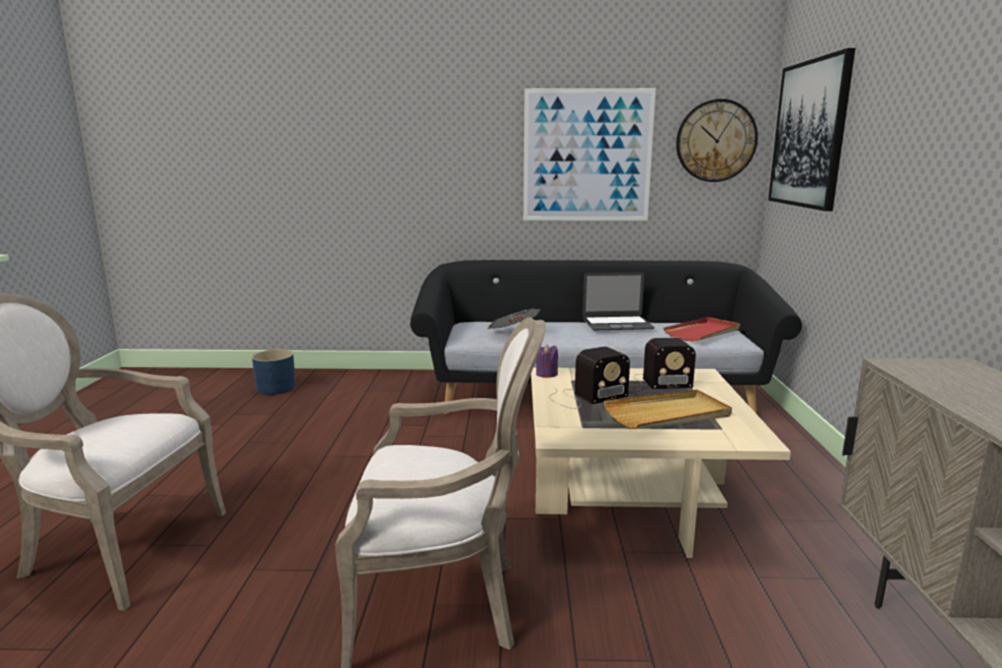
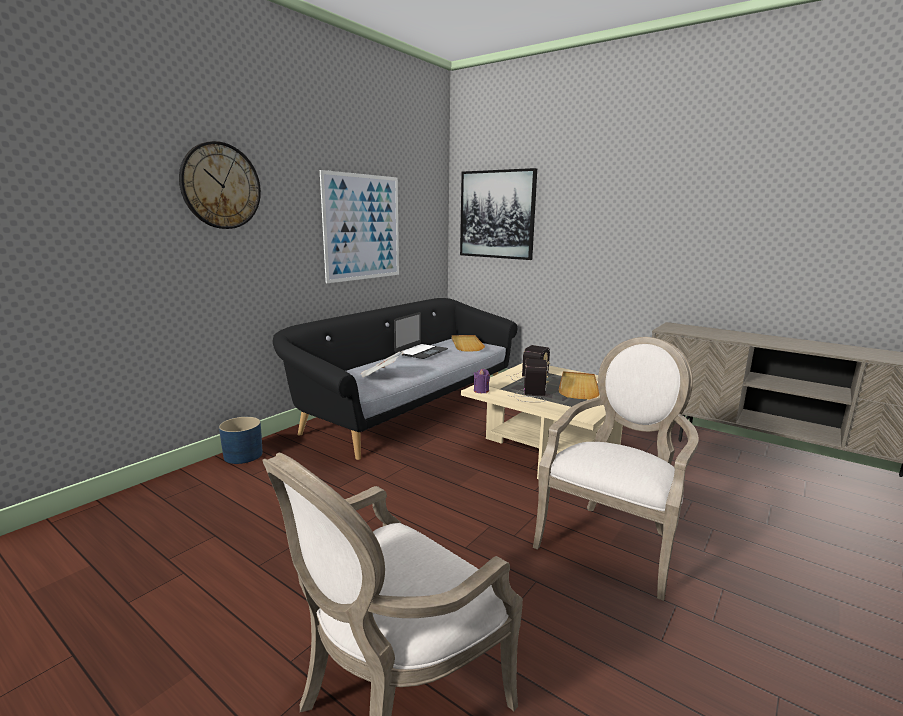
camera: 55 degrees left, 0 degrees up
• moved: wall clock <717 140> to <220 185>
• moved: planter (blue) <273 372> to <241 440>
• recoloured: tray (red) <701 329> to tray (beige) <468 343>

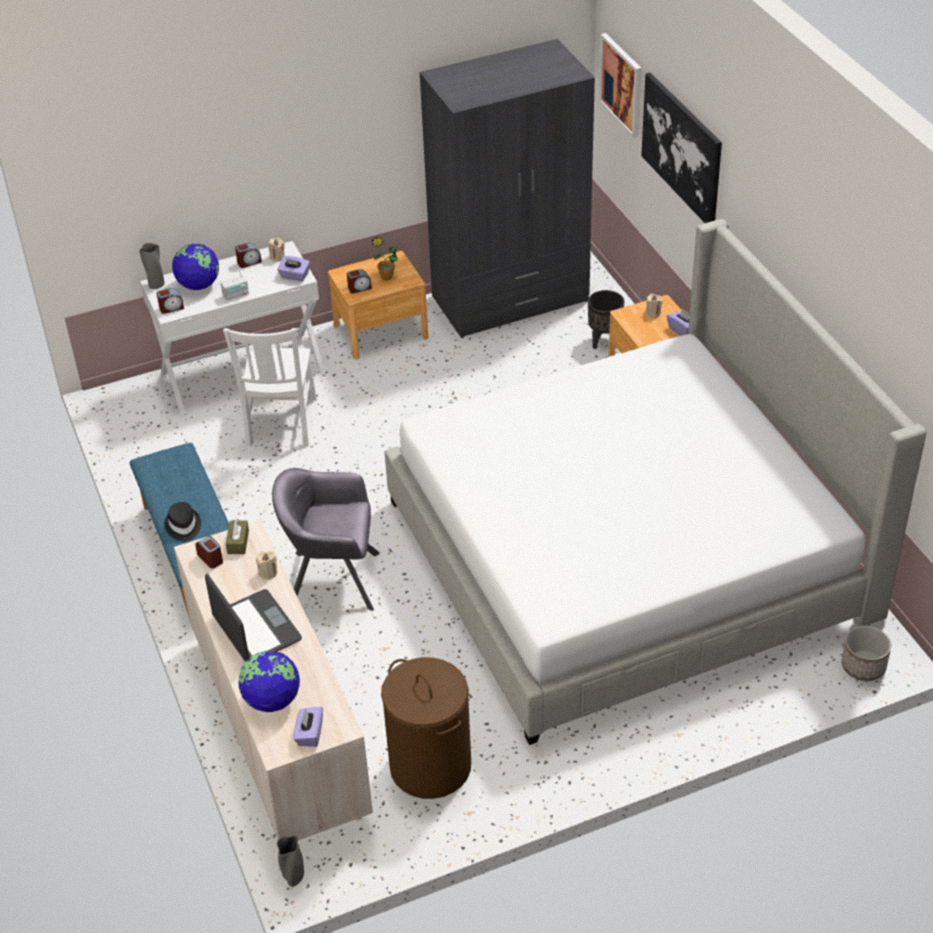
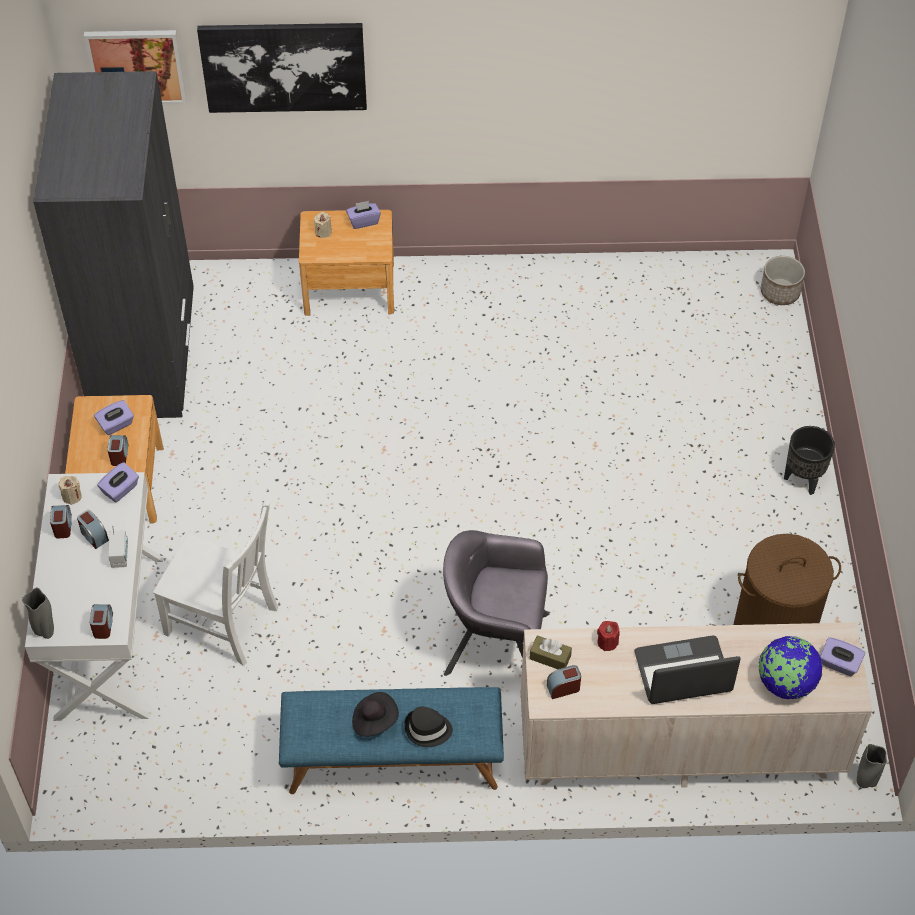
camera: 70 degrees left, 10 degrees up
• added: alarm clock <93 529>
• replaced: potted plant <384 259> to tissue box (purple) <114 417>
• added: hat (black) <375 714>
• turned: armchair (grey) <326 539> = <496 603> 75 degrees clockwise
• recoloured: candle (beige) <266 565> to candle (red) <608 636>
• moved: planter (black) <606 319> to <809 460>
• removed: globe <195 266>
• removed: bed <656 482>

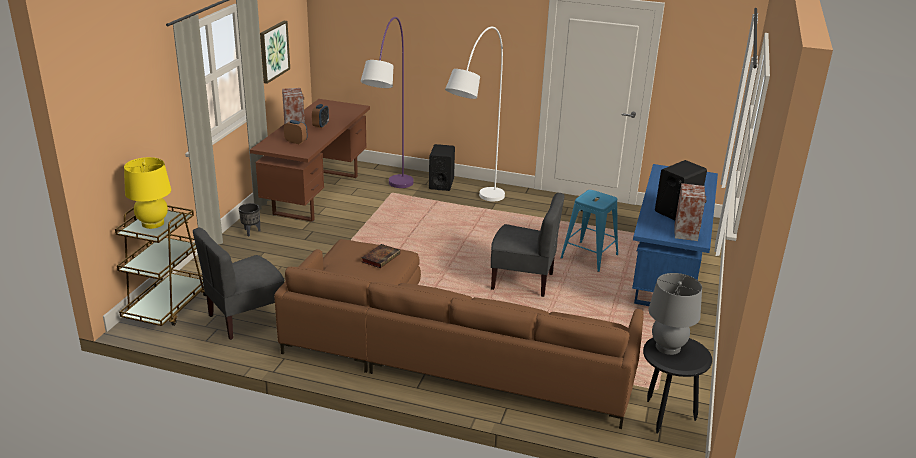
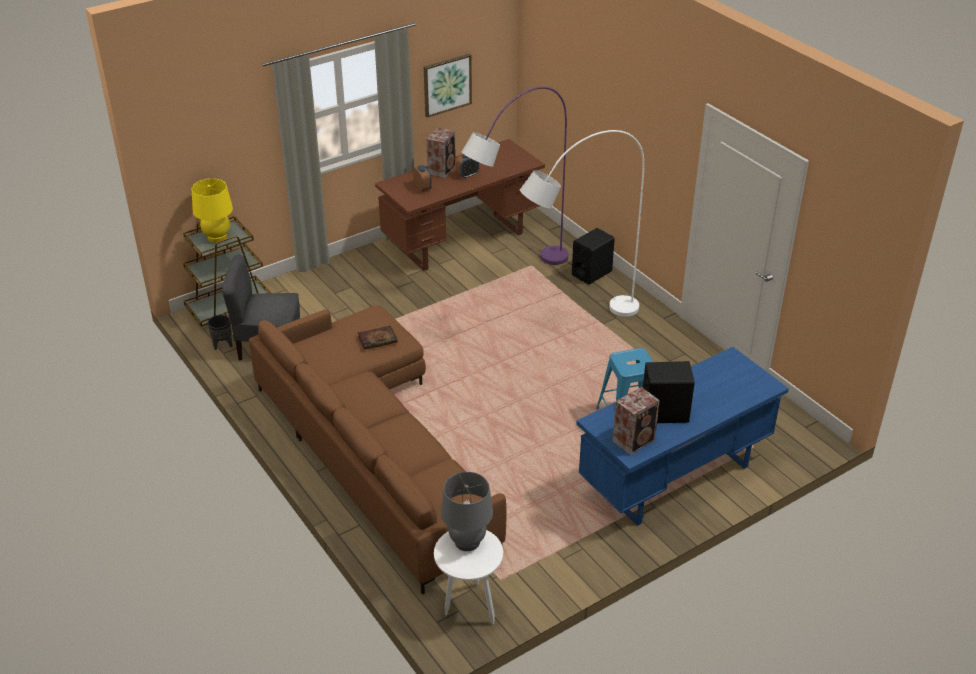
camera: 40 degrees right, 10 degrees up
• moved: planter (black) <249 219> to <220 332>
• recoloured: side table (black) <677 385> to side table (white) <468 577>
• removed: chair (grey) <528 245>

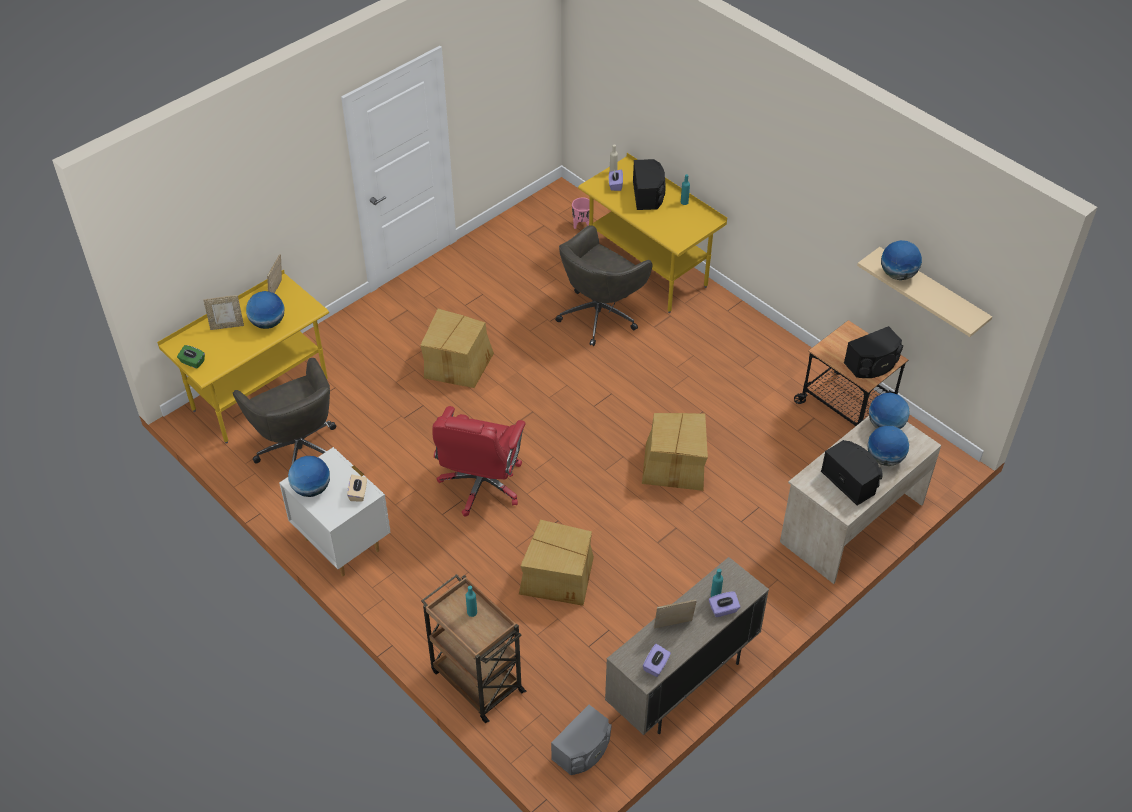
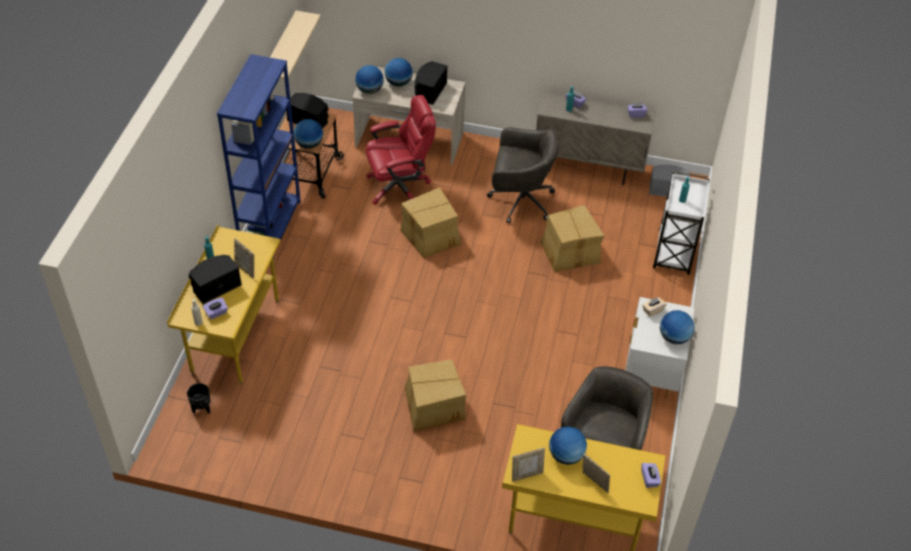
camera: 125 degrees left, 0 degrees up
• recoloured: planter (pink) <581 213> to planter (black) <198 398>
• added: bookcase (blue) <259 156>
• moved: picture frame <675 614> to <244 258>
• moved: globe <901 260> to <308 134>
• moved: office chair (red) <479 461> to <401 150>
• moved: office chair (grey) <604 285> to <523 175>
• recoloured: tissue box (green) <191 357> to tissue box (purple) <651 475>
• recoloured: cart (brown) <473 648> to cart (white) <681 223>

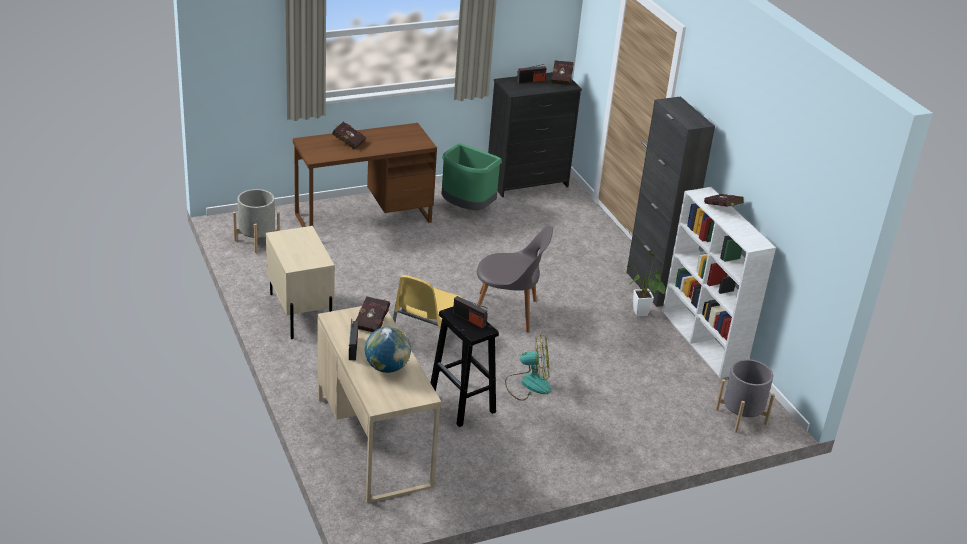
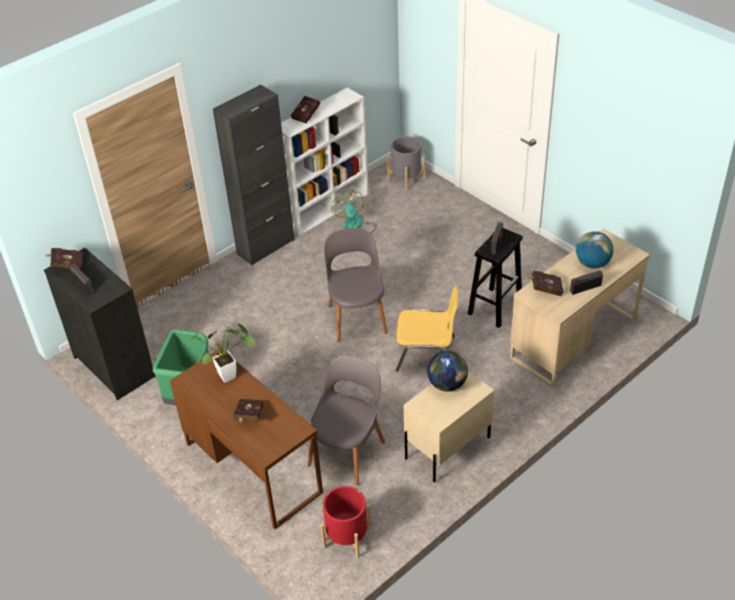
camera: 105 degrees left, 10 degrees up
• moved: potted plant <646 285> to <222 353>
• added: chair (grey) <346 420>
• recoloured: planter (grey) <256 221> to planter (red) <346 522>
• moved: fan <528 367> to <353 211>
• added: globe <447 371>

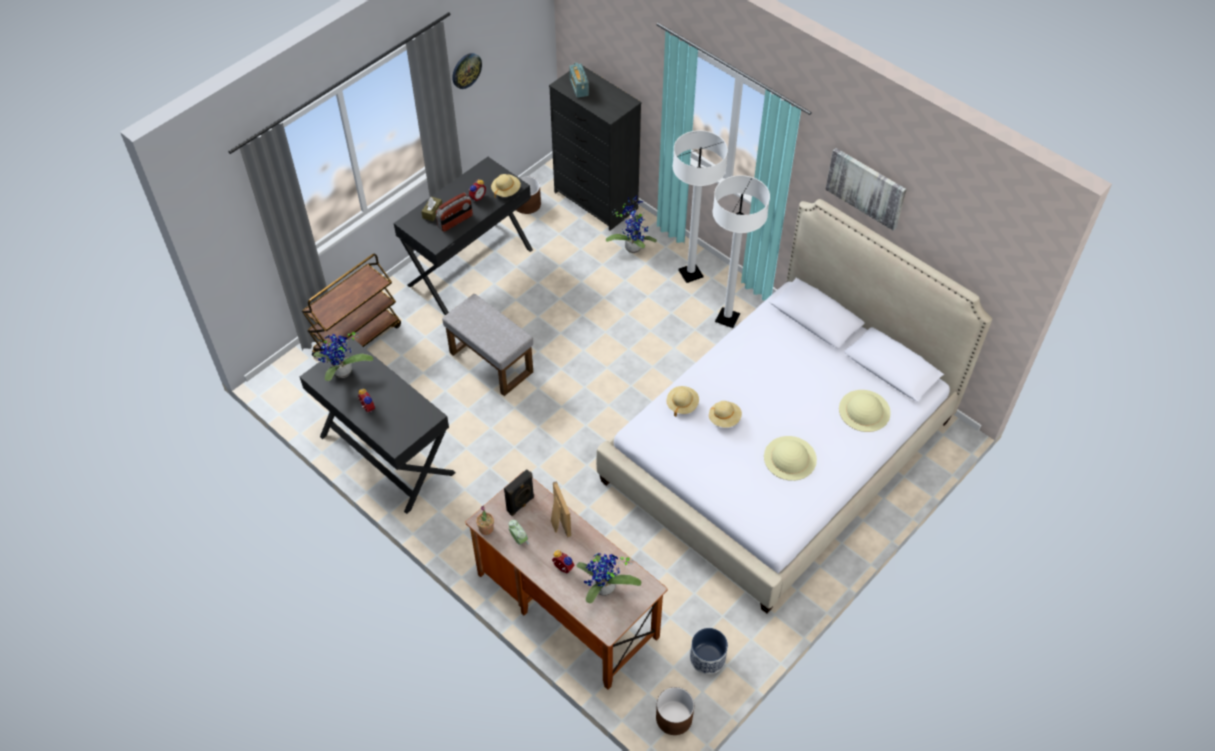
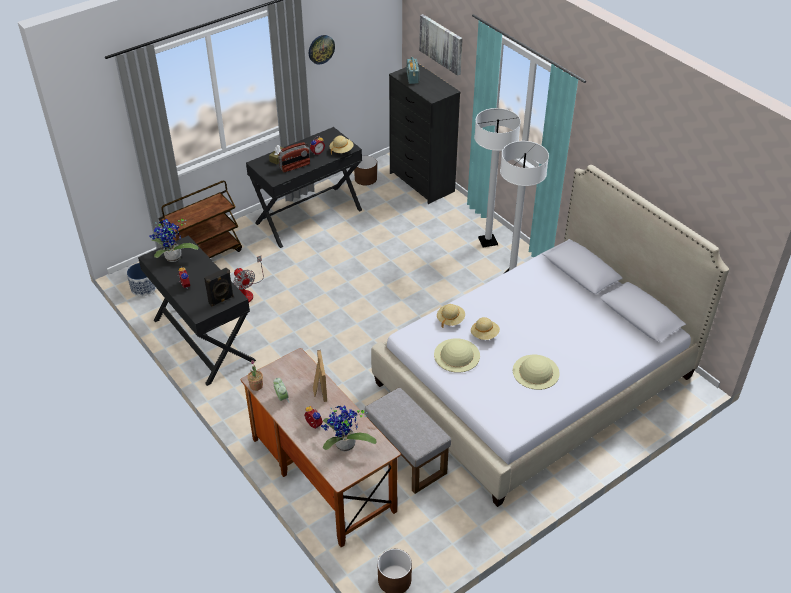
camera: 10 degrees right, 10 degrees down
• moved: planter <709 651> to <141 279>
• moved: speaker (black) <519 492> to <219 287>
• added: fan <249 279>
• moved: ottoman (grey) <487 345> to <408 441>
• moved: picture <866 189> to <441 45>
• moved: hat (beige) <865 411> to <457 355>
• removed: potted plant <631 224>

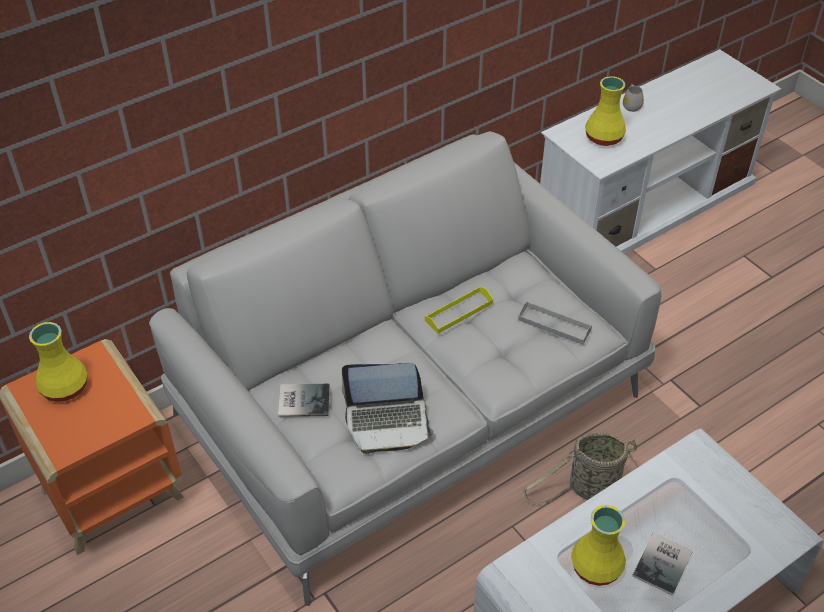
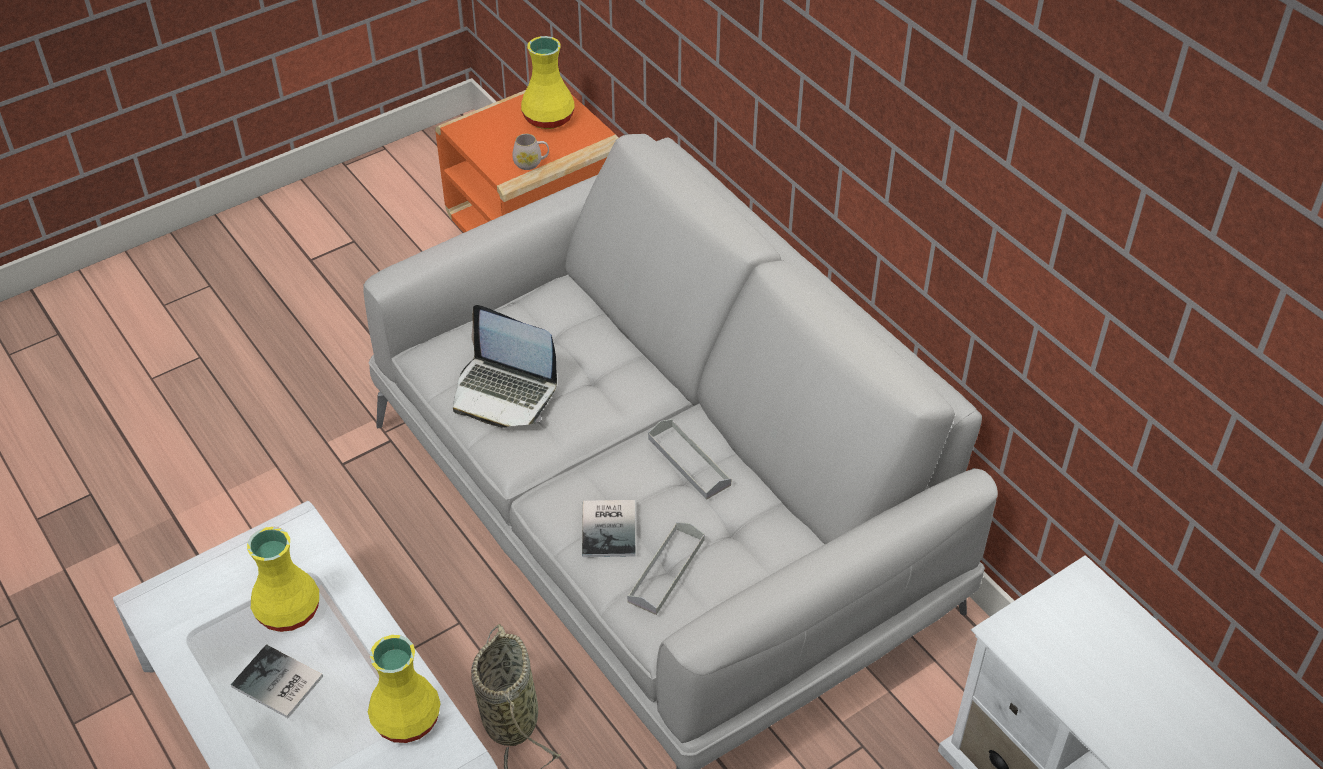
camera: 90 degrees right, 0 degrees up
• moved: vase (yellow) <605 111> to <404 689>
• turned: laptop <388 408> = <505 366> 60 degrees counterclockwise
• moved: mug (white) <633 98> to <530 152>
• moved: book <304 400> to <609 528>
• recoloured: tray (yellow) <459 310> to tray (grey) <689 459>

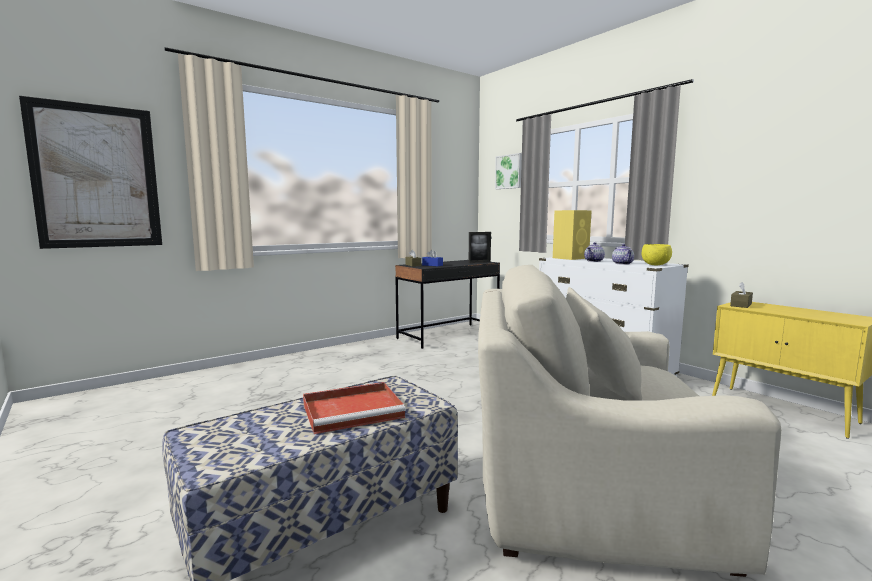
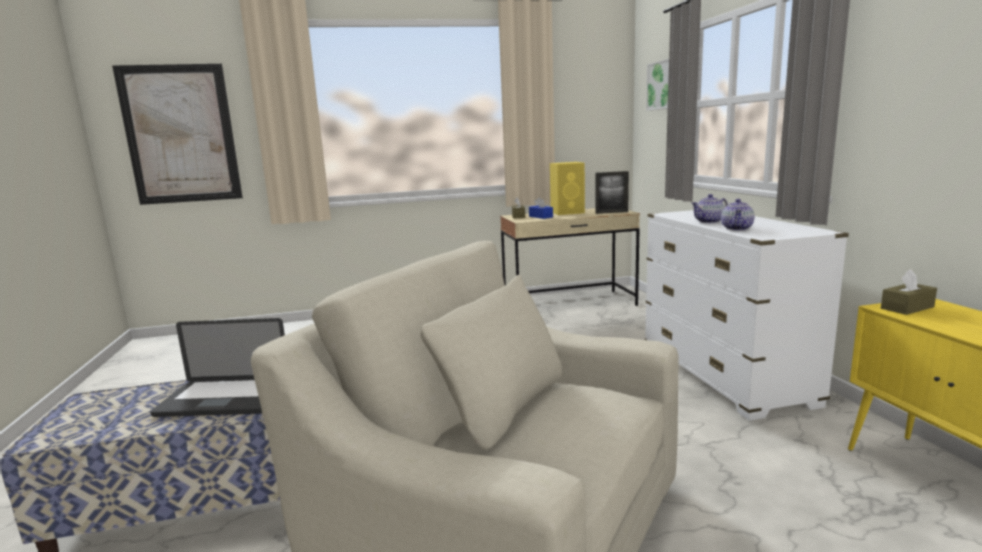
camera: 25 degrees right, 5 degrees up
• replaced: tray (red) <354 408> to laptop <217 367>
• recoloured: desk (black) <447 304> to desk (beige) <570 257>
• moved: speaker (yellow) <572 235> to <567 188>
• removed: bowl (yellow) <657 254>

